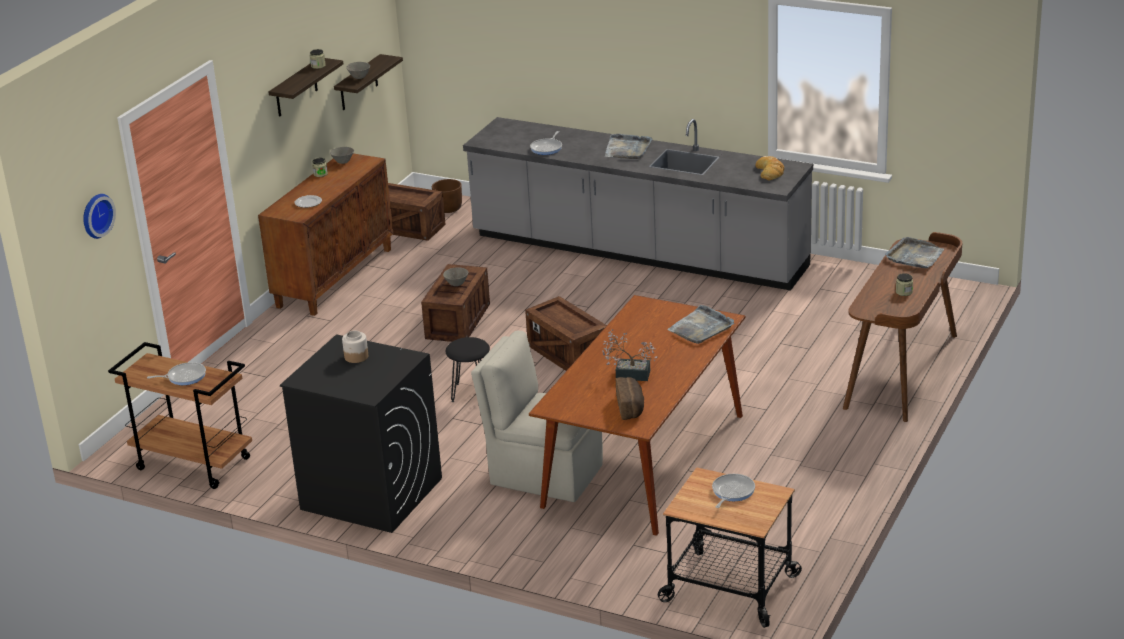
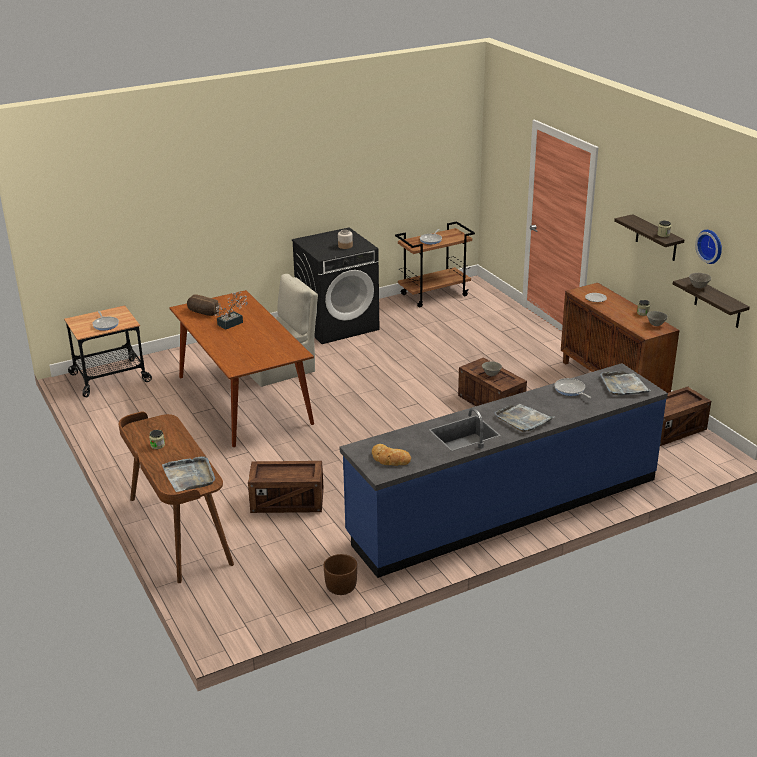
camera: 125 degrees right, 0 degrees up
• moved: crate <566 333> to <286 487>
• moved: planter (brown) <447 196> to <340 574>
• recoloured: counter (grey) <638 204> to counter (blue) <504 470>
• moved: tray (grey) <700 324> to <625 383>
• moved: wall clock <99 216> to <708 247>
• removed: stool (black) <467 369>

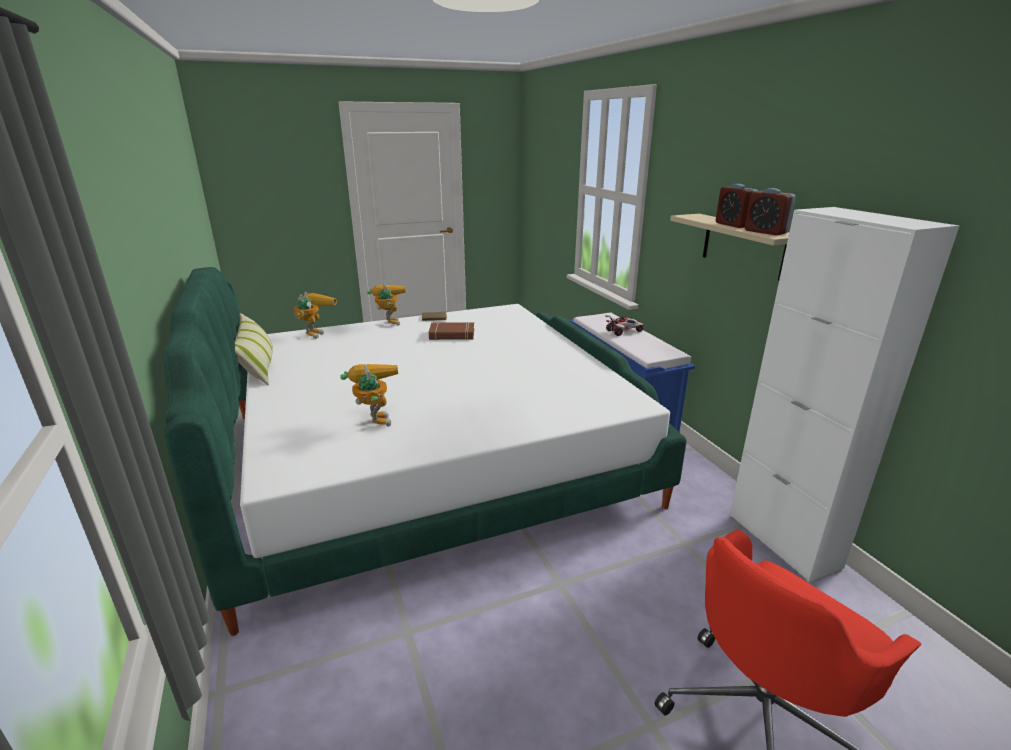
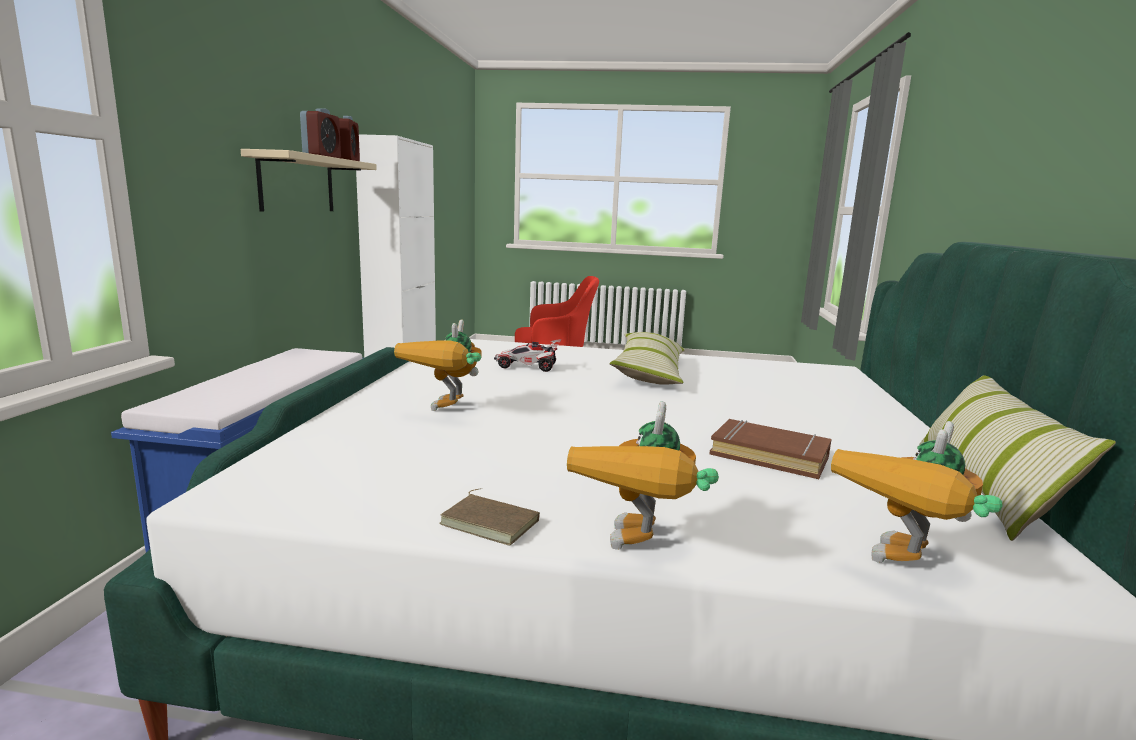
camera: 150 degrees left, 10 degrees down
• moved: toy robot <369 395> to <438 365>
• moved: toy car <625 325> to <528 355>
• added: pillow <647 358>
• moved: book (brown) <451 331> to <771 449>

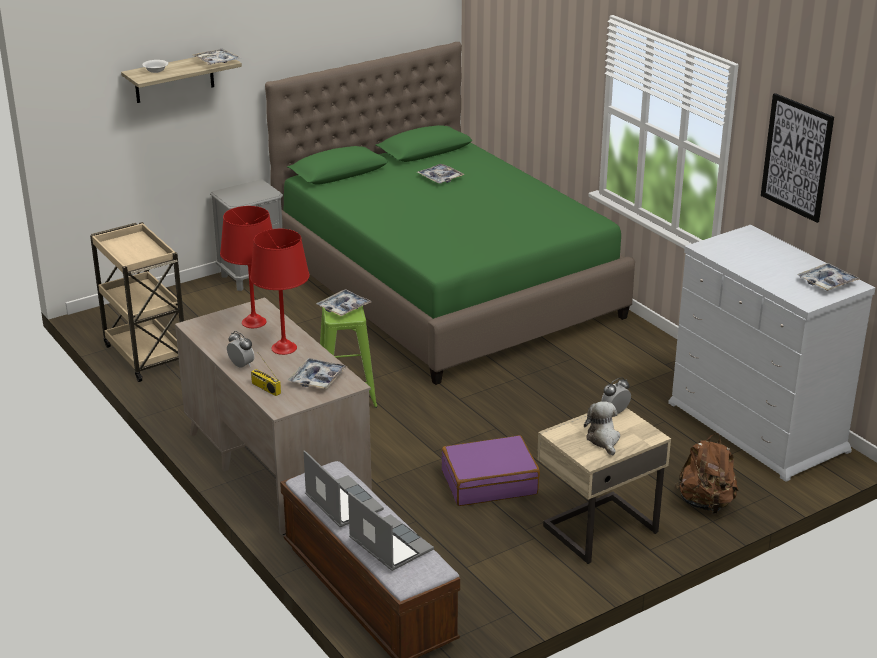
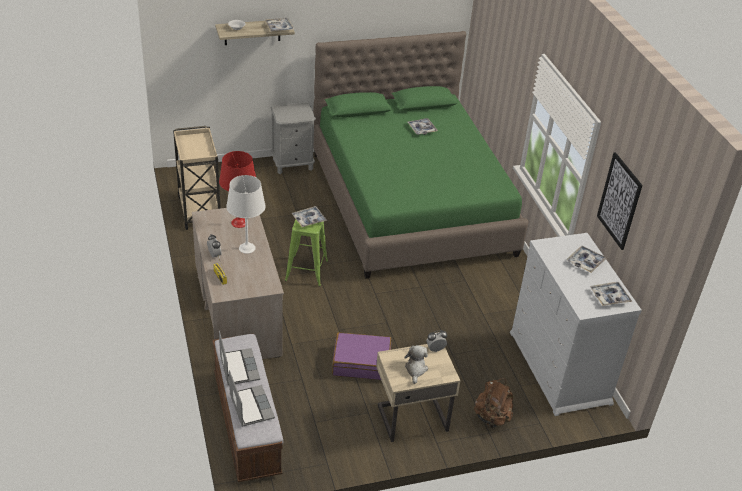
camera: 15 degrees right, 10 degrees up
• recoloured: table lamp (red) <280 292> to table lamp (white) <246 214>
• moved: tray <318 373> to <587 259>

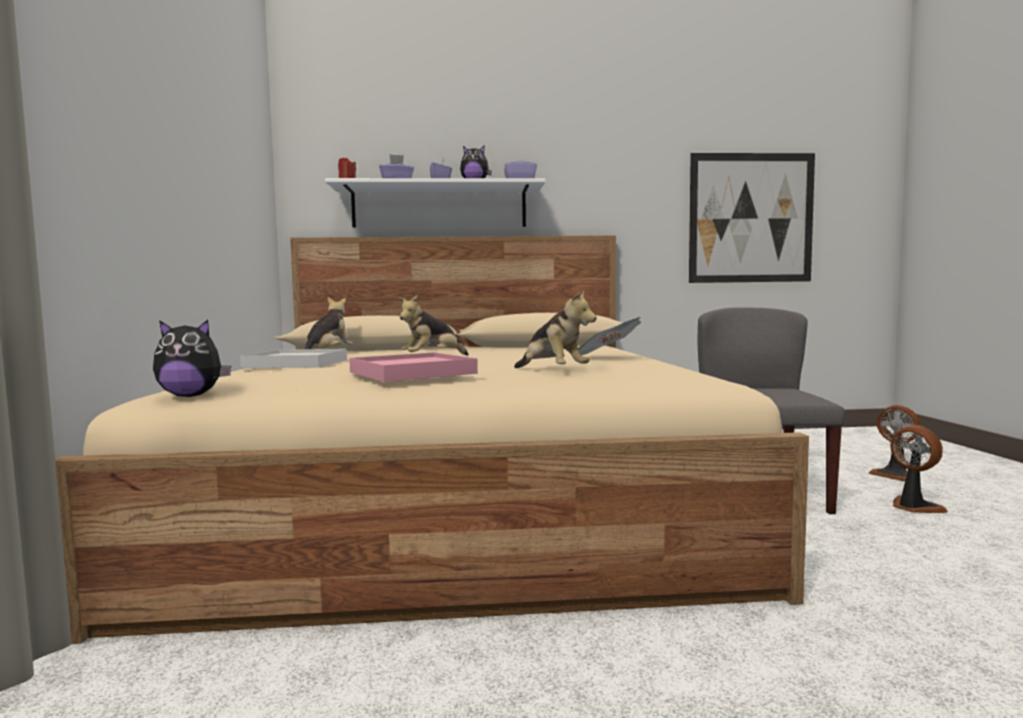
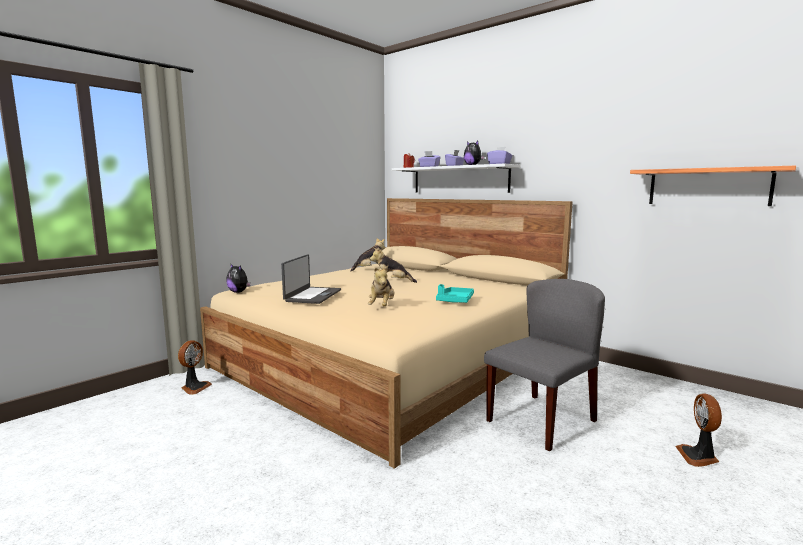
camera: 45 degrees right, 5 degrees up
• moved: fan <919 469> to <195 367>
• replaced: tray (pink) <413 367> to laptop <311 279>
• replaced: newspaper <609 336> to tray (turquoise) <455 293>
• replaced: picture <752 218> to shelf <713 185>
• removed: tray (white) <293 358>

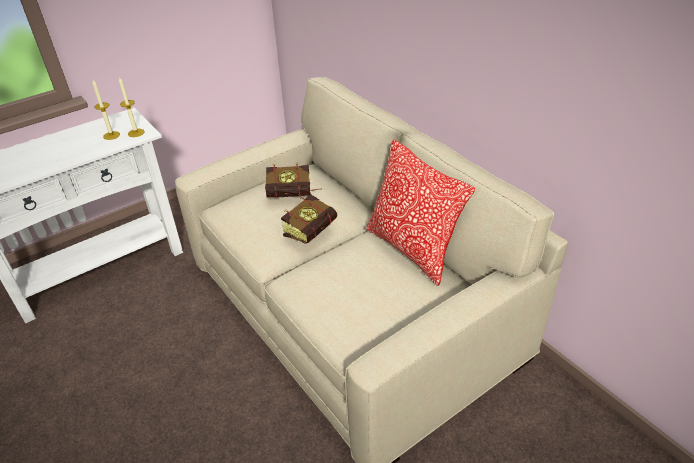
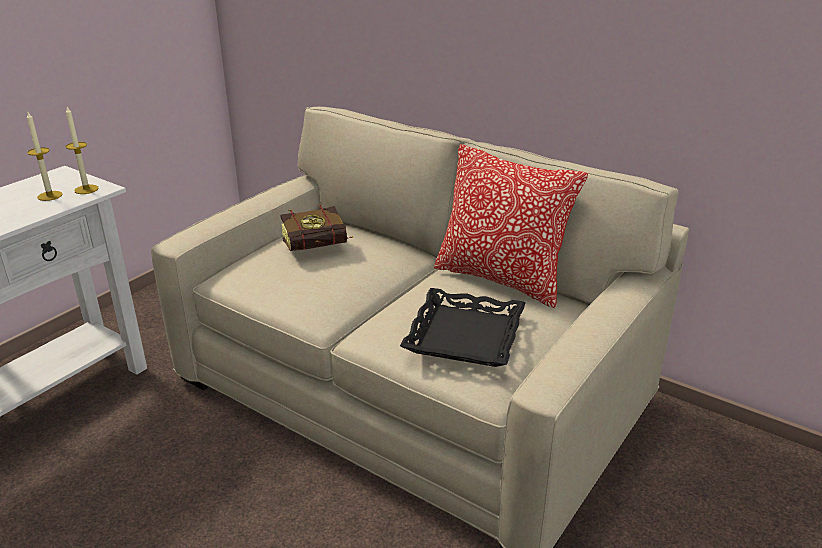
camera: 20 degrees left, 10 degrees down
• added: tray (black) <463 327>
• removed: book <309 219>

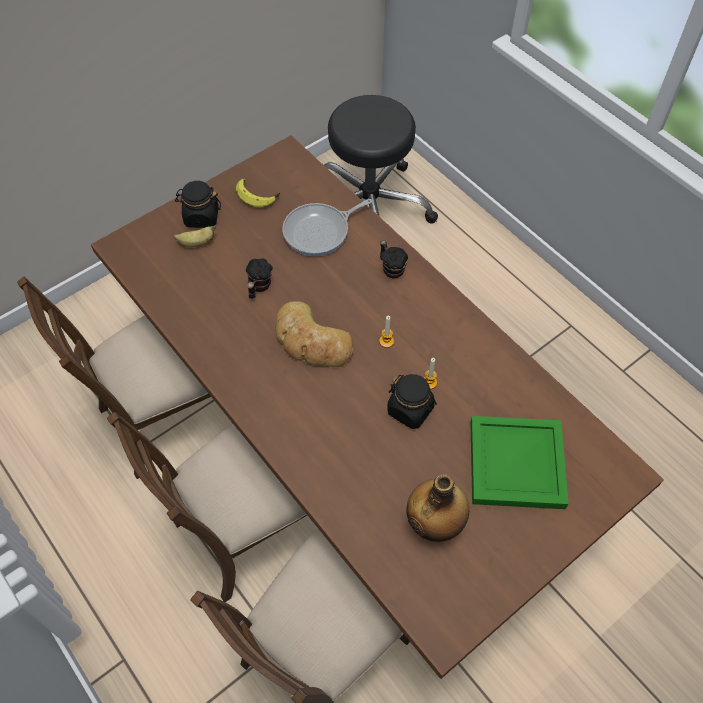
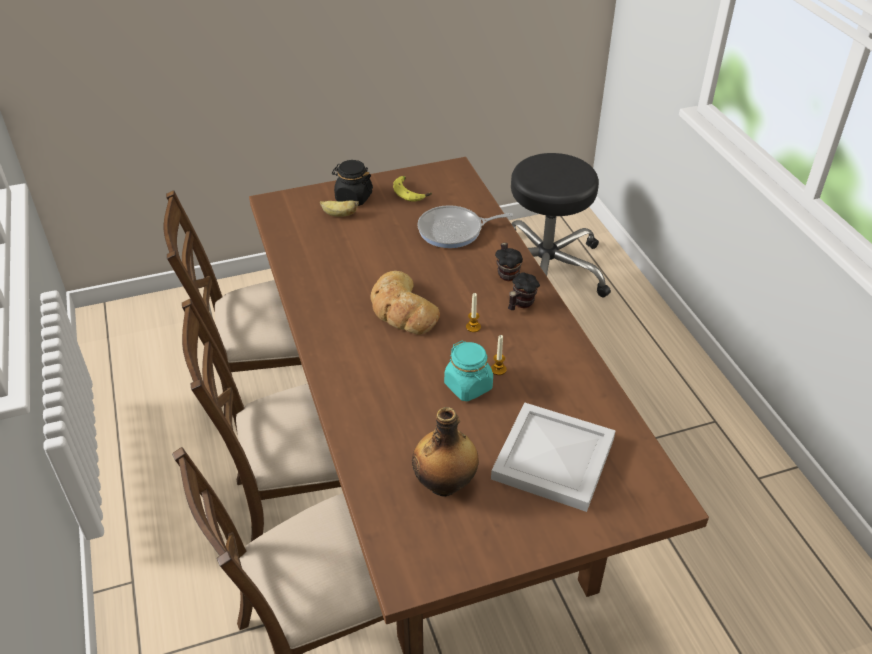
camera: 20 degrees right, 15 degrees down
• recoloured: jar (black) <412 401> to jar (turquoise) <468 371>
• recoloured: tray (green) <519 462> to tray (white) <553 457>
• moved: mug <259 279> to <524 291>

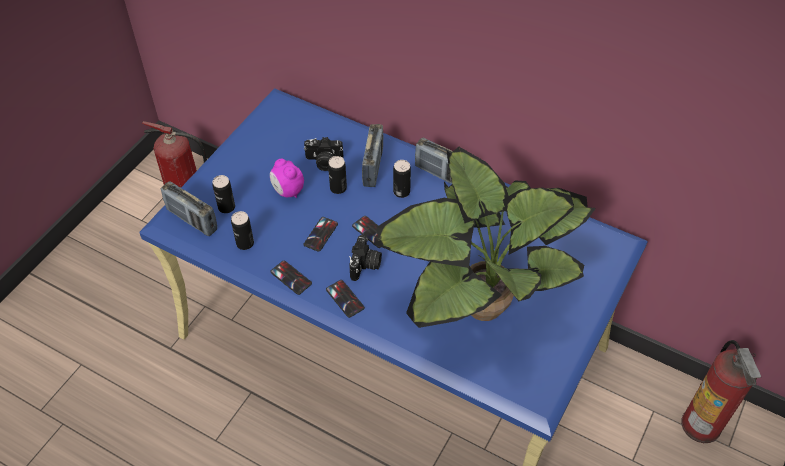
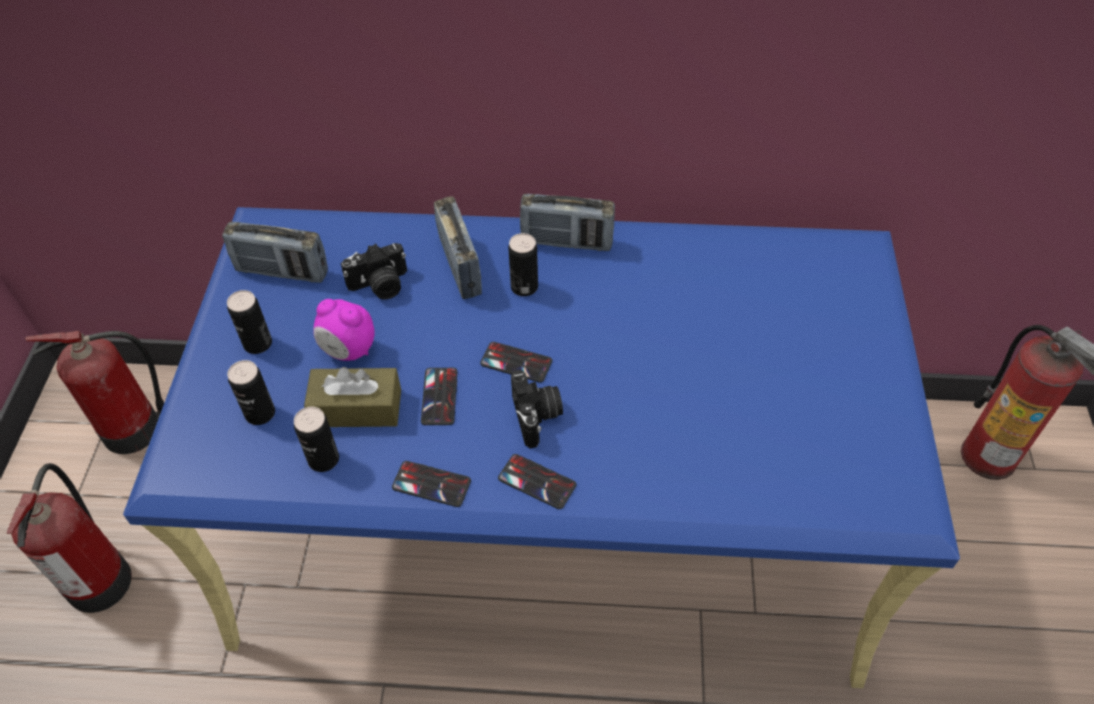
camera: 25 degrees left, 0 degrees up
• added: fire extinguisher <69 538>
• moved: radio <189 208> to <275 252>
• moved: can <337 175> to <249 322>
• added: tissue box (brown) <352 397>
• removed: potted plant <484 237>

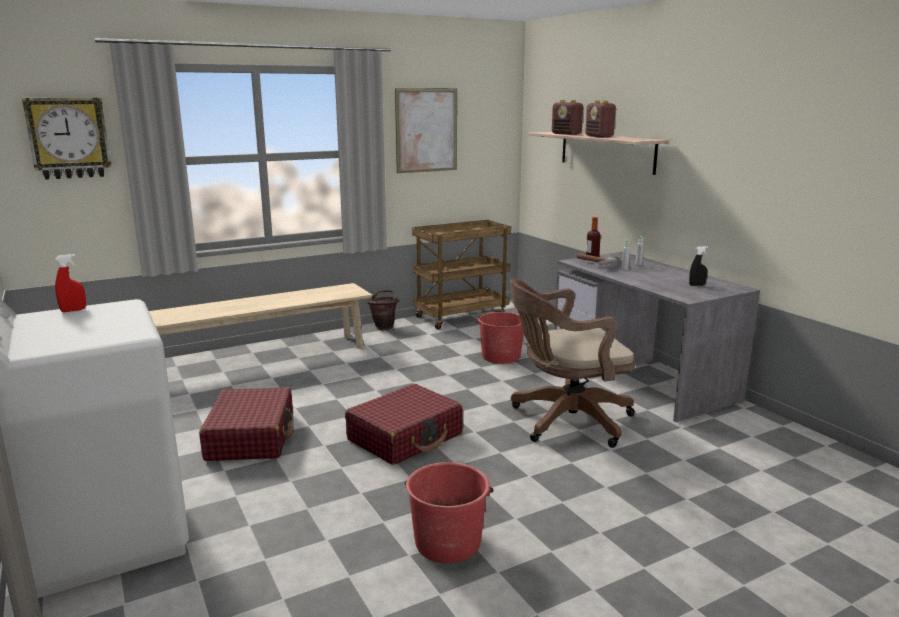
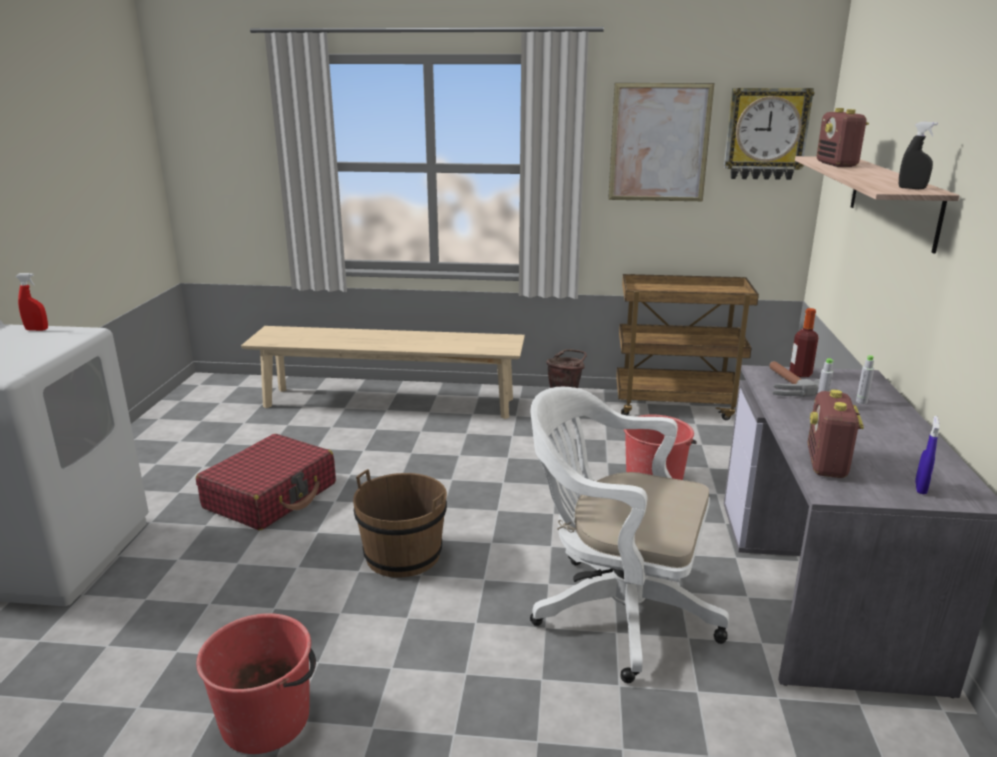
camera: 35 degrees right, 5 degrees up
• replaced: suitcase (red) <404 424> to bucket (brown) <400 523>
• recoloured: office chair (brown) <572 363> to office chair (white) <629 535>
• moved: wall clock <66 139> to <769 134>
• moved: radio <601 119> to <835 433>
• moved: spray bottle (black) <698 266> to <918 155>
• added: spray bottle (blue) <927 455>

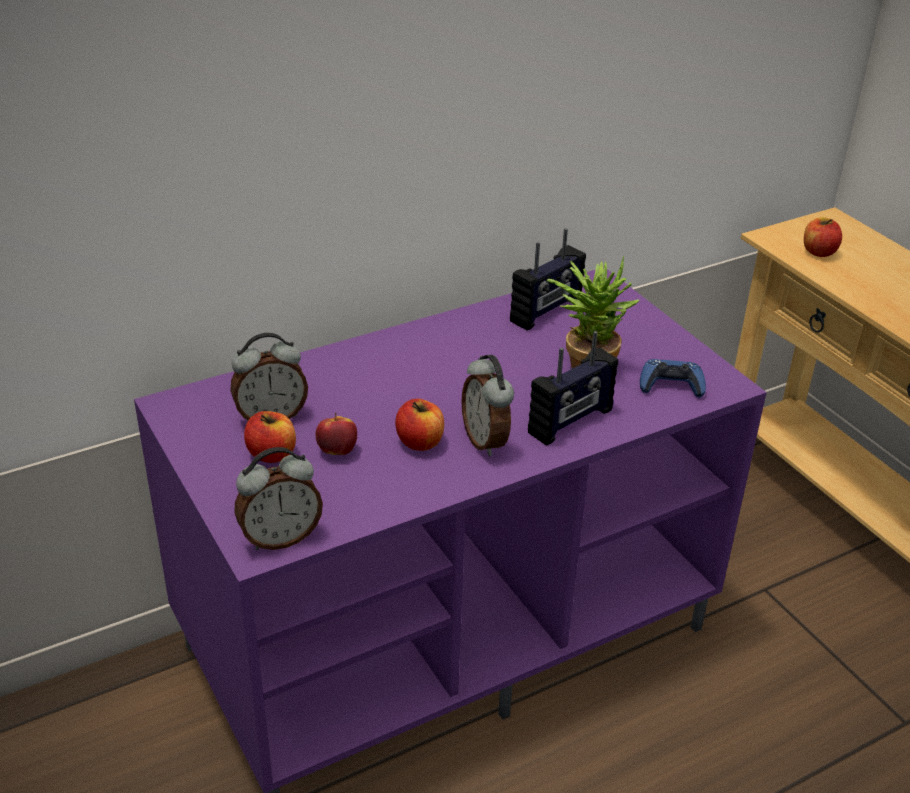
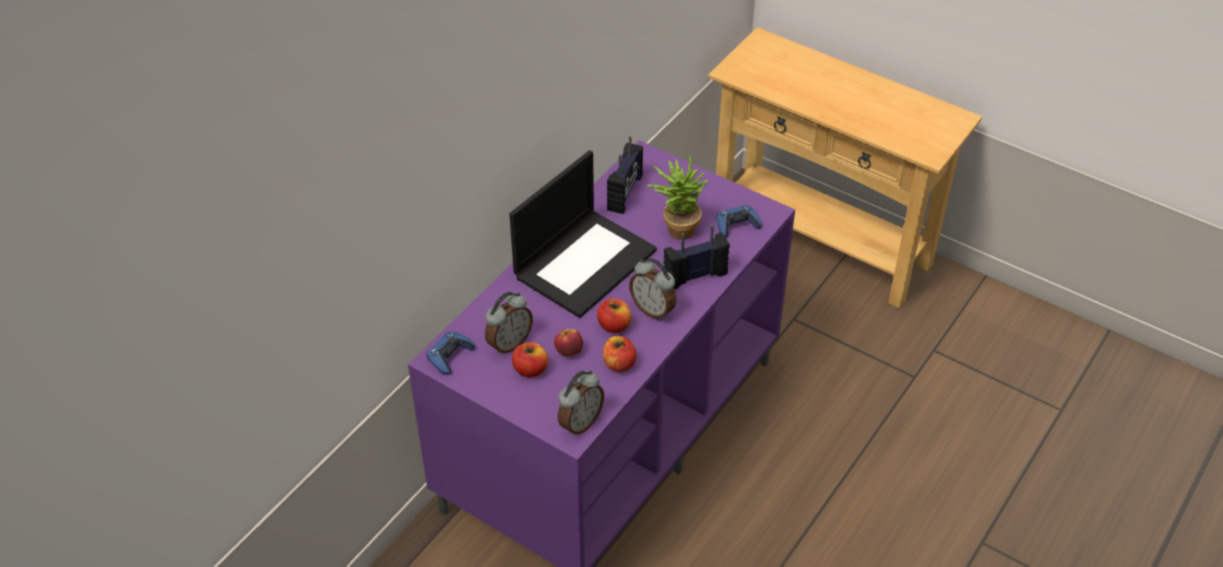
camera: 25 degrees left, 10 degrees up
• added: game controller (blue) <450 353>
• added: laptop <583 234>
• moved: apple <823 237> to <619 354>
• turned: radio <573 388> = <696 257> 135 degrees counterclockwise

